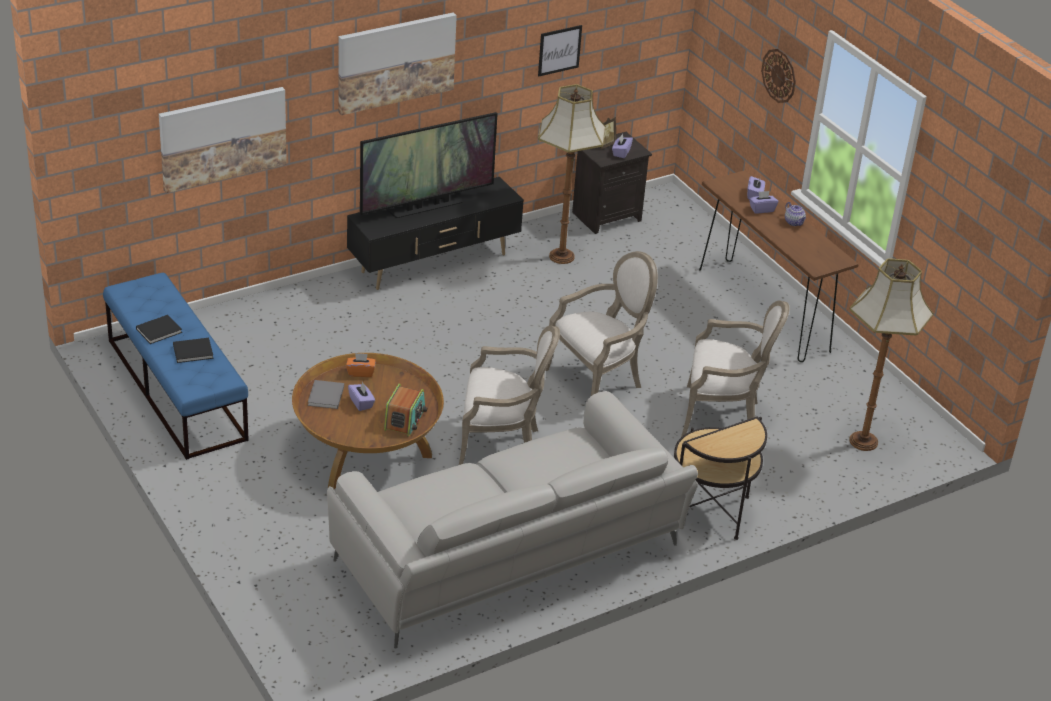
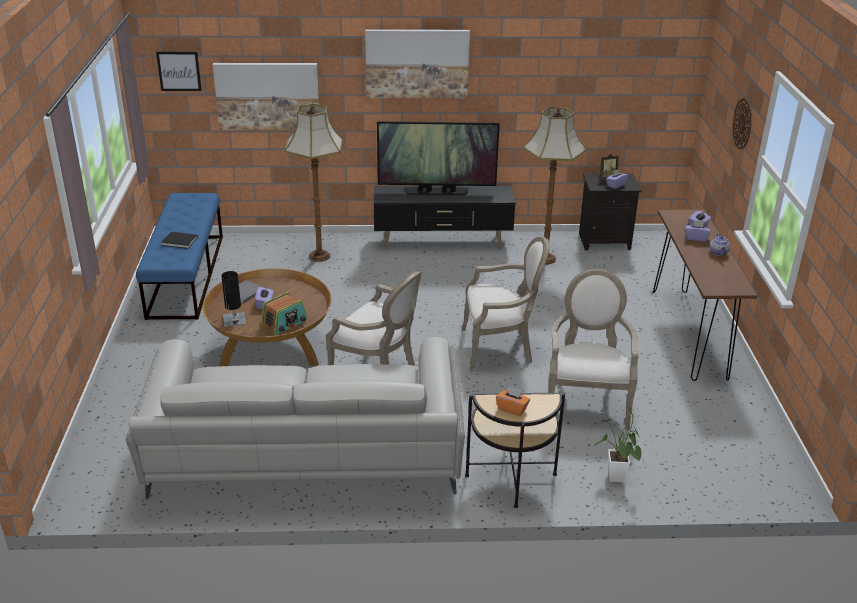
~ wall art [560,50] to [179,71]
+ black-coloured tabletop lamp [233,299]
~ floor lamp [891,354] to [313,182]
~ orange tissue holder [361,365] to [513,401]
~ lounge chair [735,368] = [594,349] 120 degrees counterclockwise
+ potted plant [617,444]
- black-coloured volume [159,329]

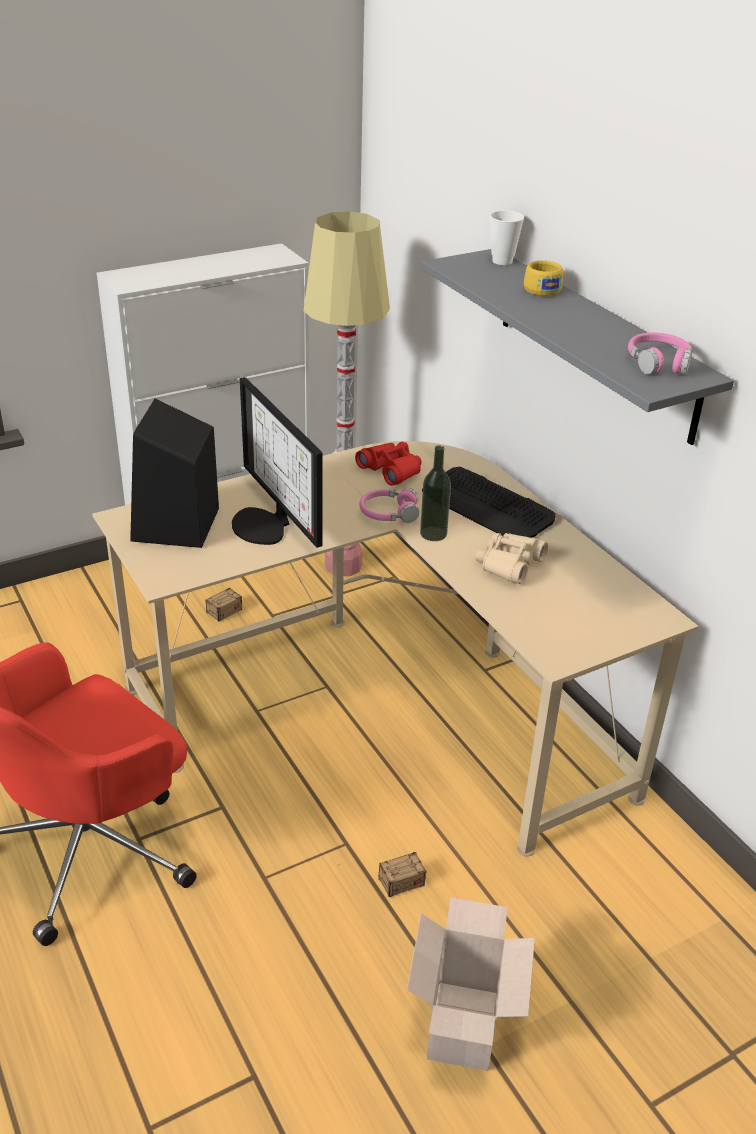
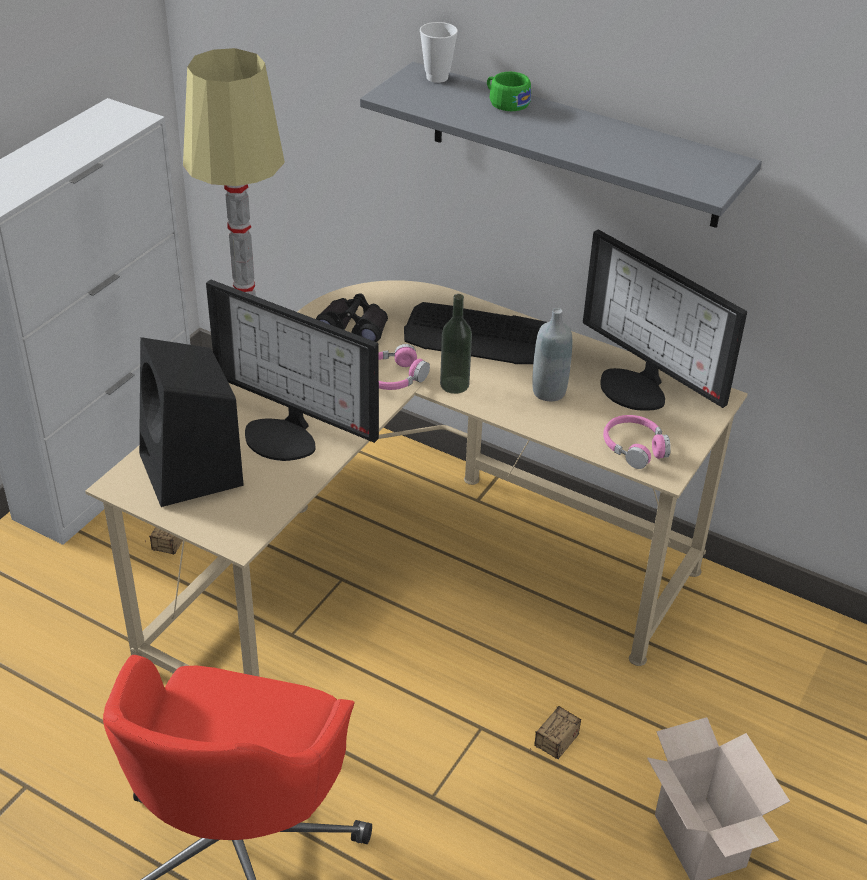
~ reddish field glasses [388,464] to black-coloured field glasses [352,318]
~ yellow-coloured small cup [543,278] to greenish small cup [509,91]
~ beige-coloured field glasses [512,558] to grey bottle [552,354]
+ computer screen [665,320]
~ pink pair of headphones [660,353] to [637,442]

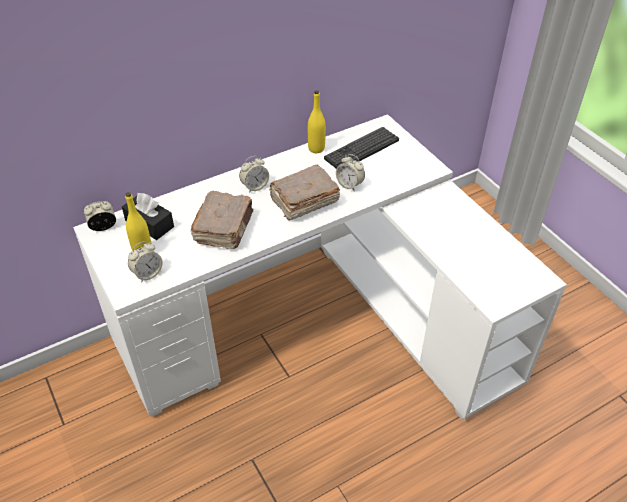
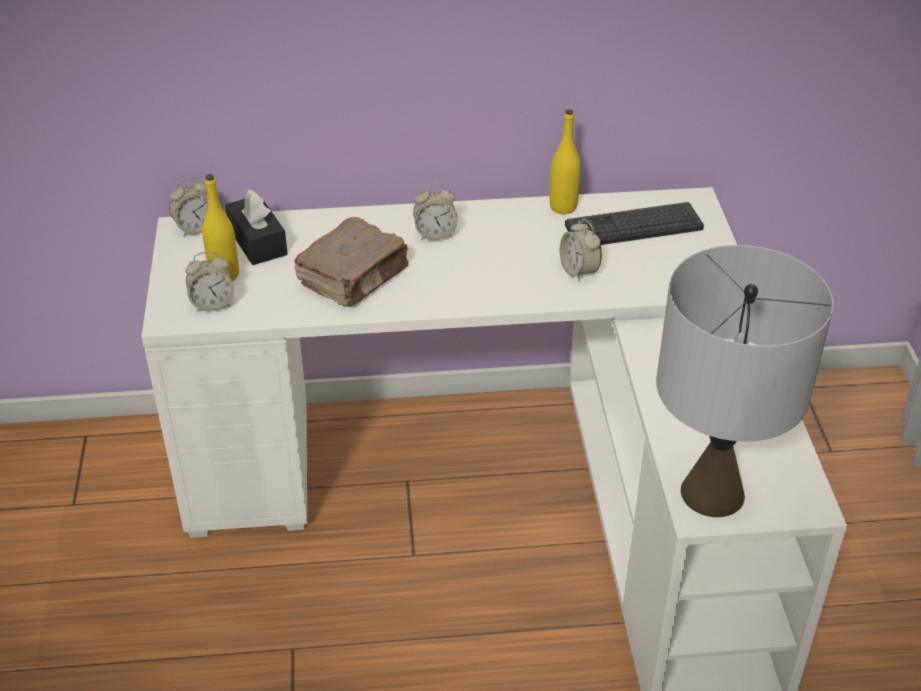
~ bedside clock [100,216] = [188,206] 150 degrees clockwise
+ grey tabletop lamp [744,381]
- brown volume [304,193]

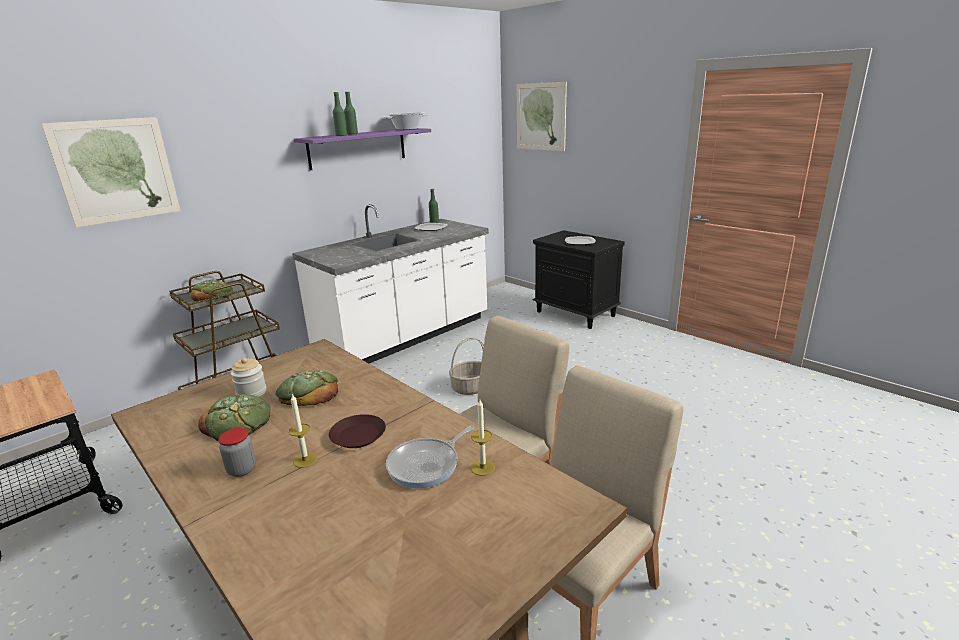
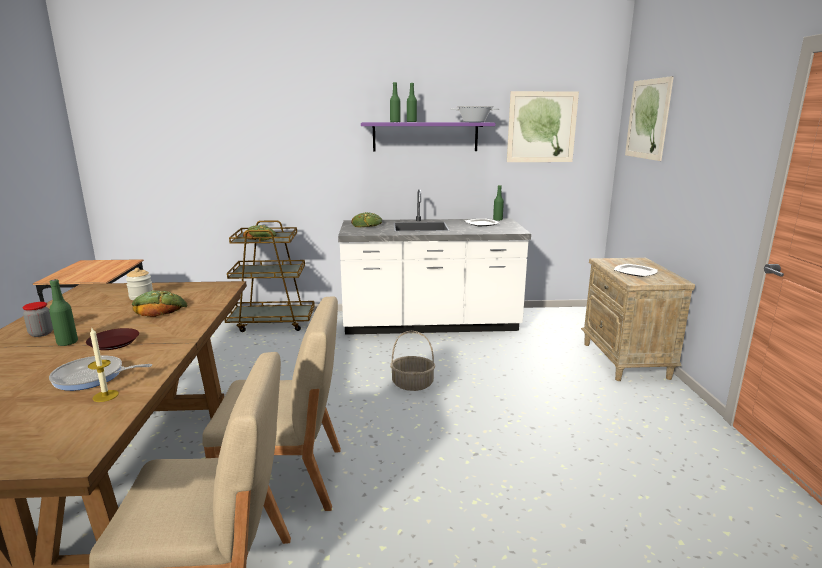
~ wax light [303,430] to greenish bottle [63,312]
~ baked bread [234,418] to [366,219]
~ wall art [111,172] to [543,126]
~ black-coloured night table [579,279] to beige-coloured night table [638,319]

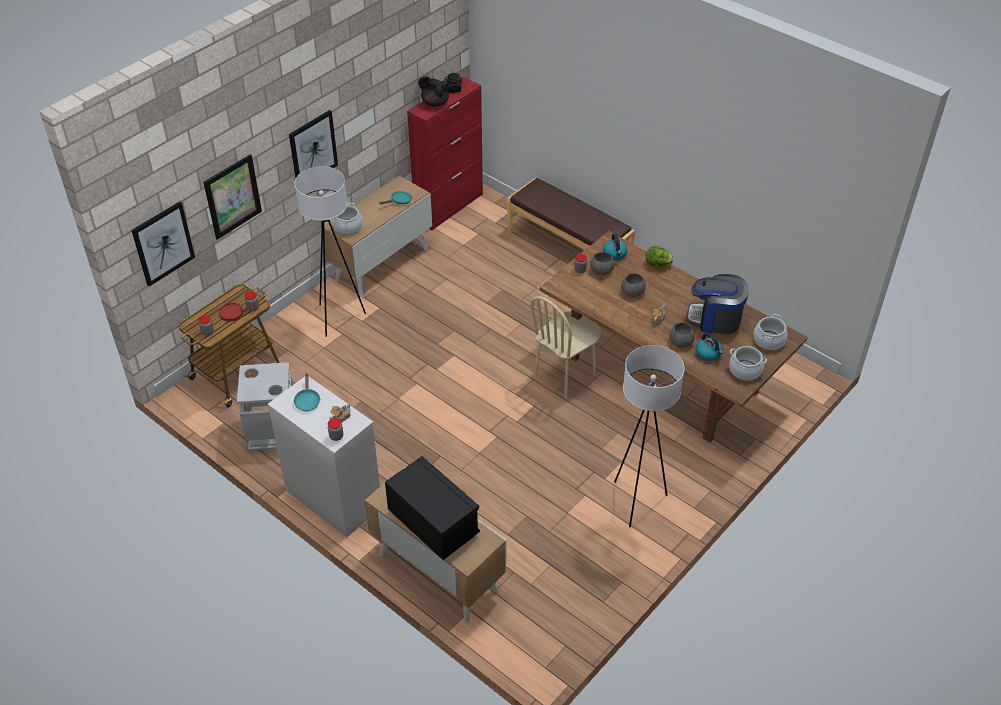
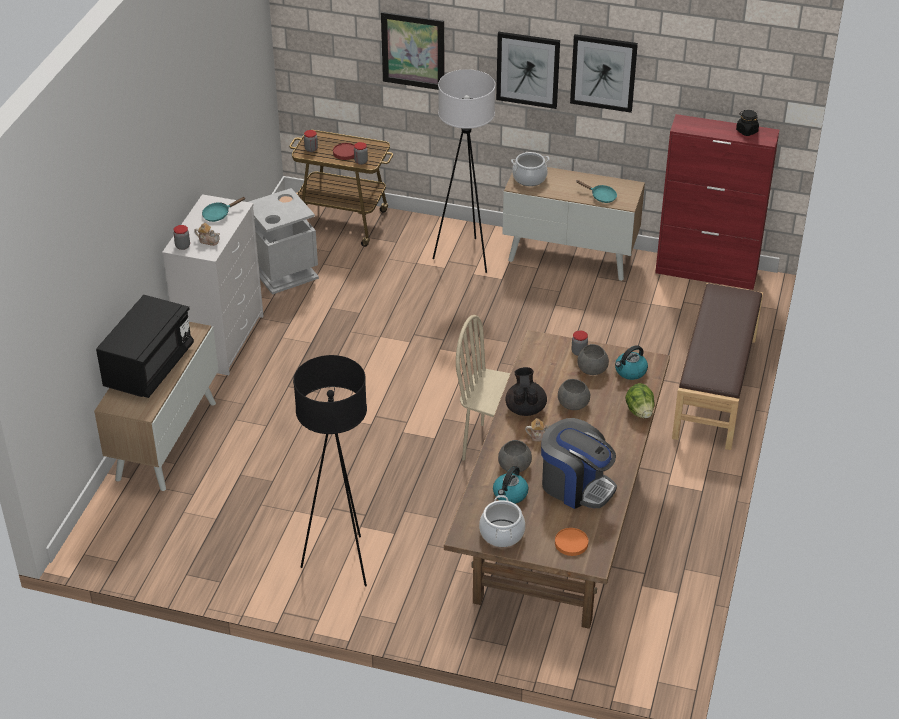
~ whitish floor lamp [649,436] to black-coloured floor lamp [330,471]
~ black-coloured tea pot [433,91] to [526,391]
~ coffee brewer [717,304] = [579,463] 135 degrees clockwise
~ stockpot [770,332] to orange dinner plate [571,542]
~ wall art [163,244] to [604,73]

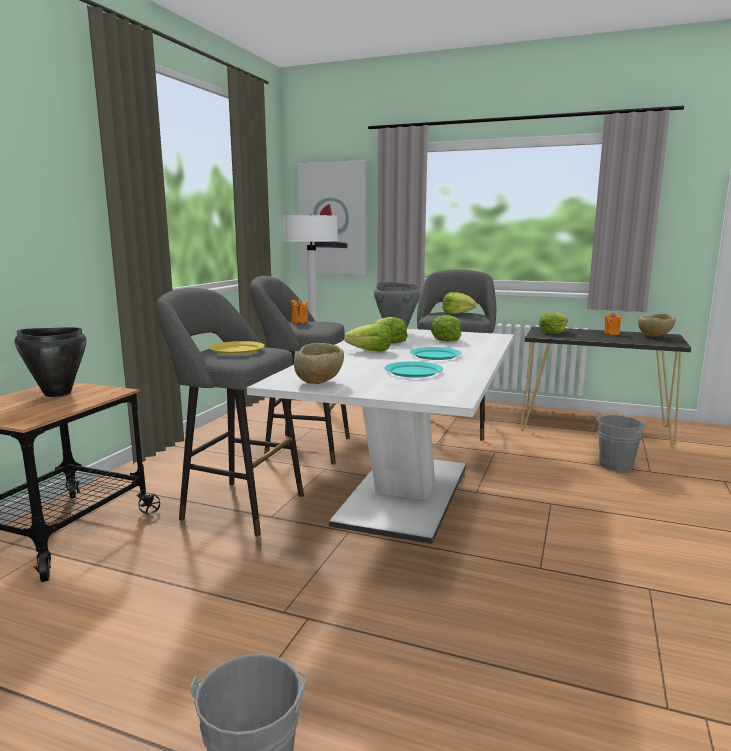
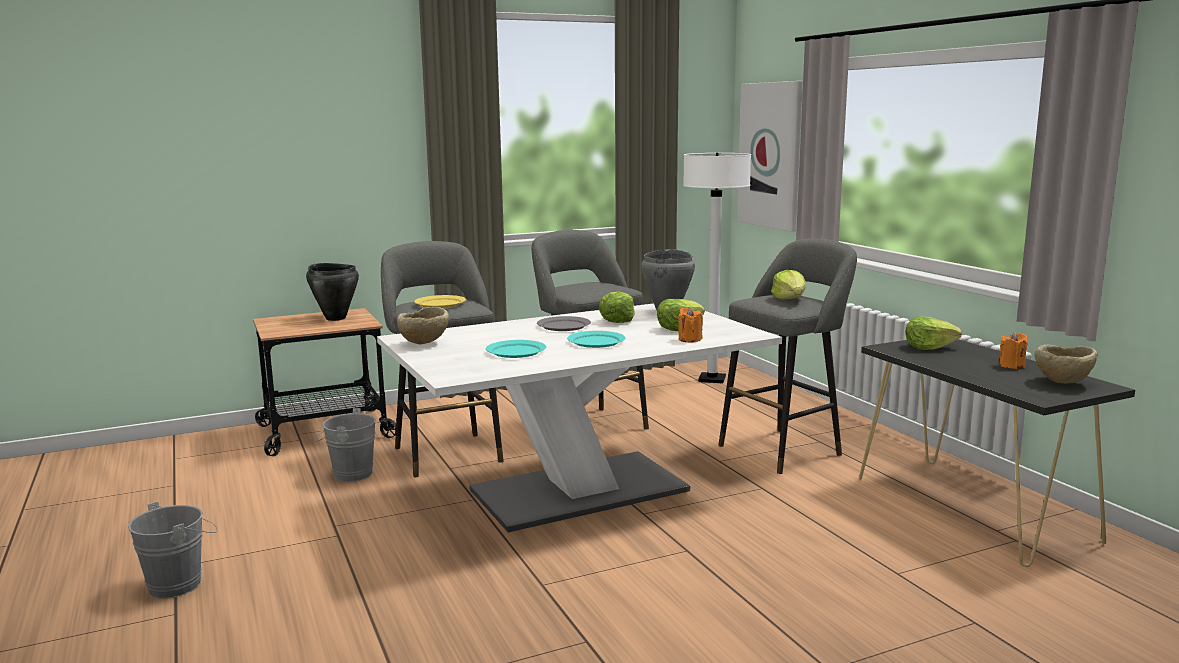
~ grey bucket [618,442] to [345,445]
~ lettuce [368,338] to grey dinner plate [564,323]
~ orange wax light [299,311] to [690,324]

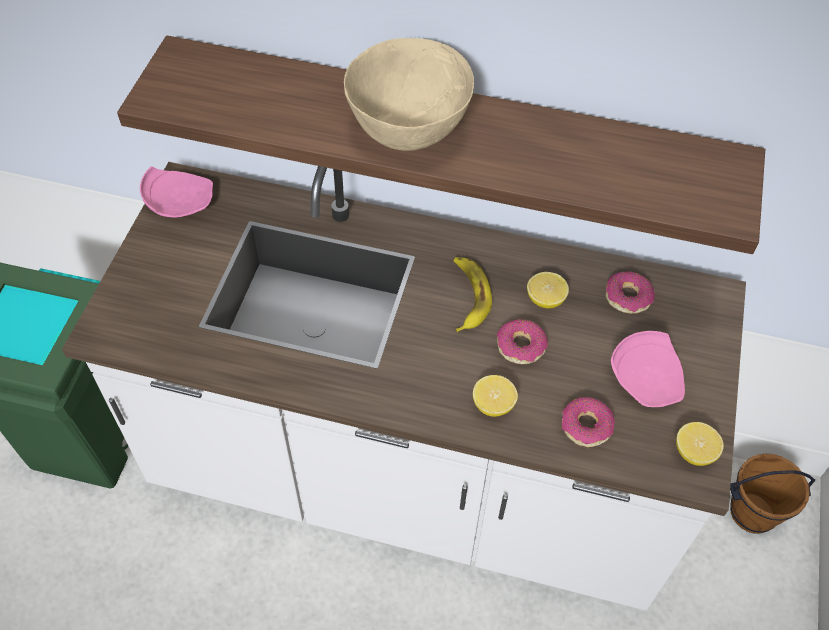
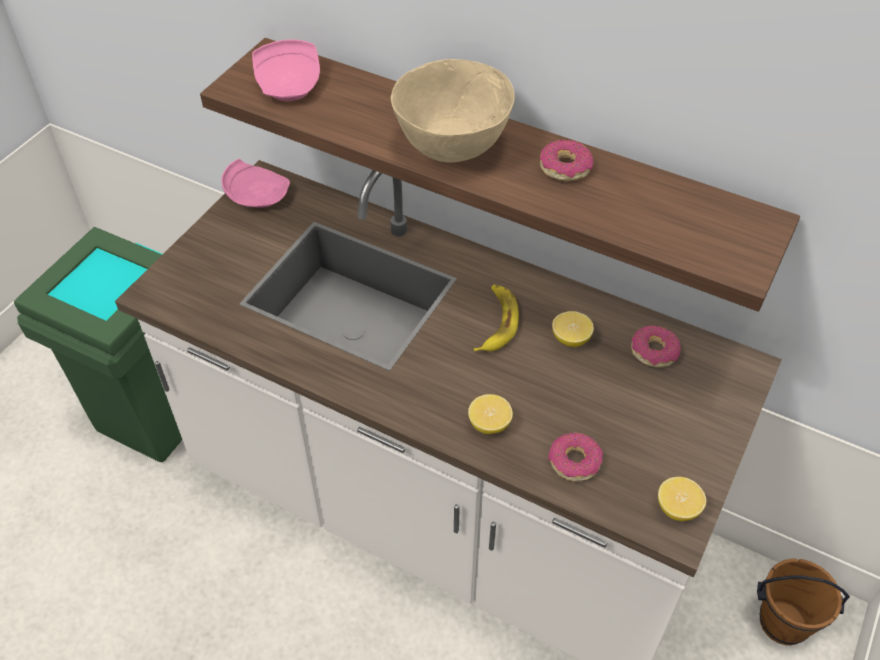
~ pink dinner plate [648,369] to [286,70]
~ doughnut [522,341] to [566,160]

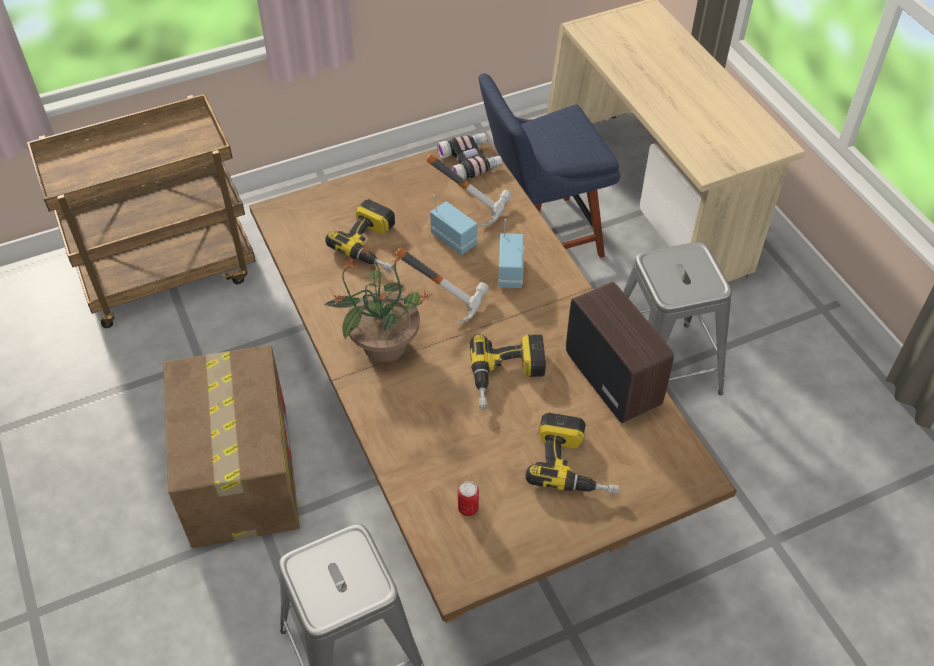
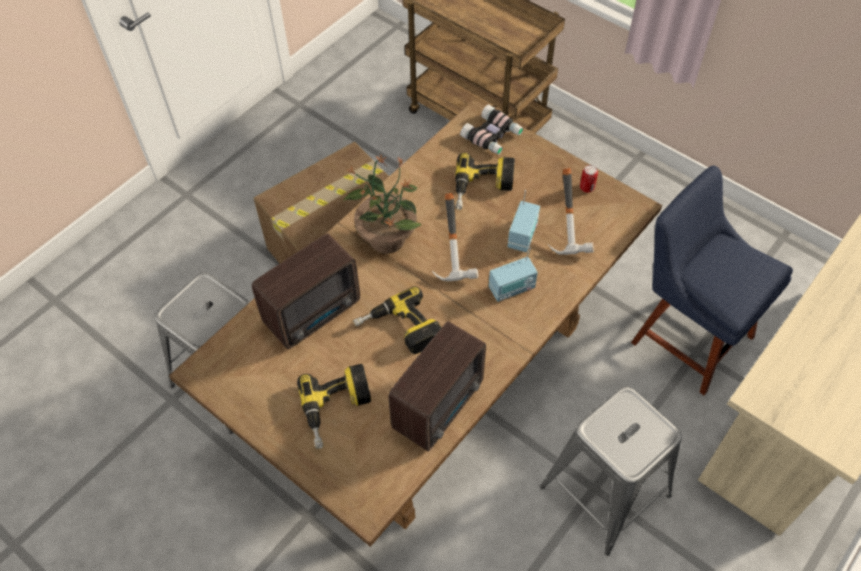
+ radio [306,291]
~ field glasses [470,156] to [491,130]
~ sealed can [468,498] to [589,179]

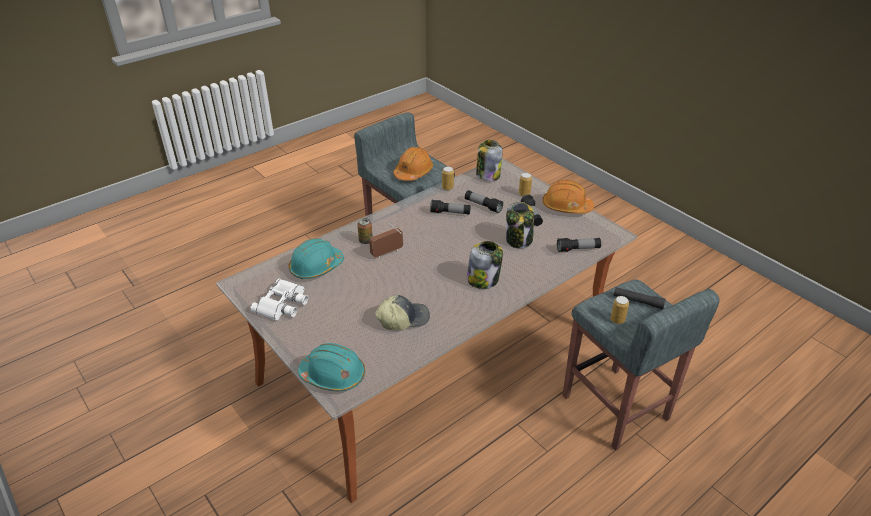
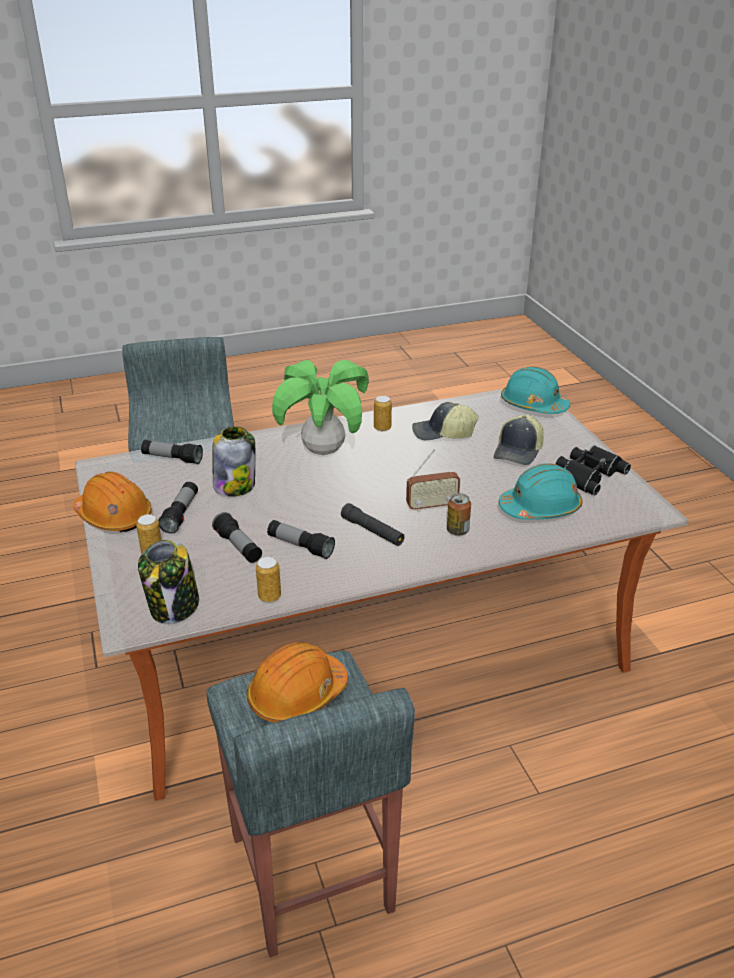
~ jar [485,265] to potted plant [320,407]
~ black-coloured torch [640,298] to [373,524]
~ sealed can [620,310] to [383,413]
+ cap [518,440]
~ whitish field glasses [279,300] to black-coloured field glasses [593,470]

